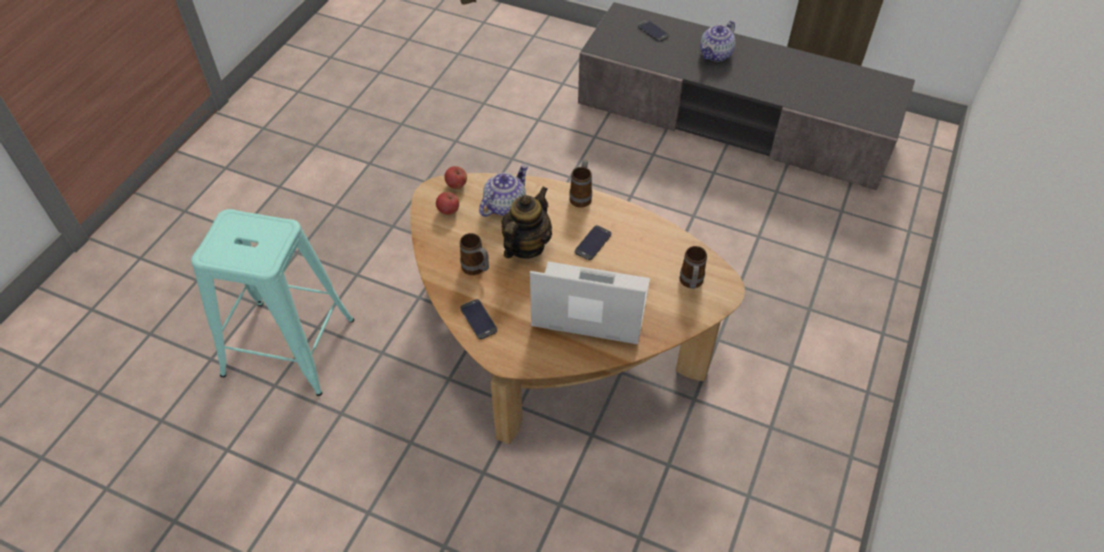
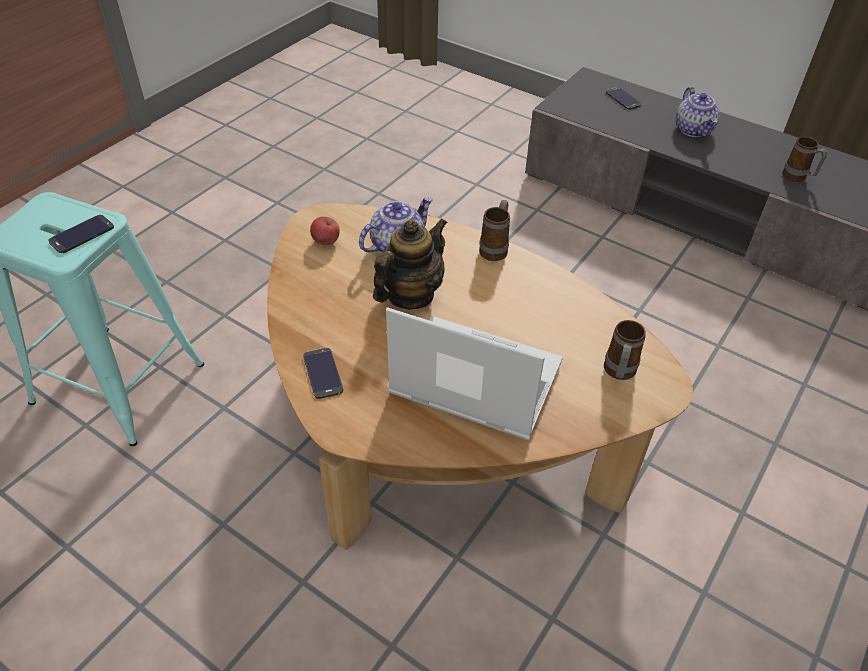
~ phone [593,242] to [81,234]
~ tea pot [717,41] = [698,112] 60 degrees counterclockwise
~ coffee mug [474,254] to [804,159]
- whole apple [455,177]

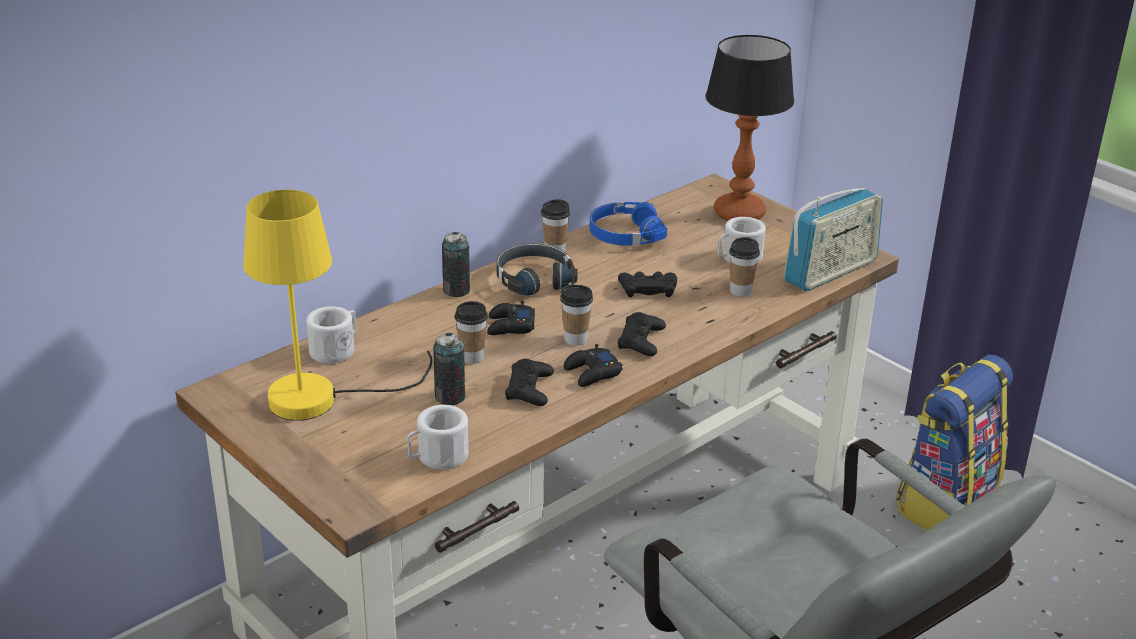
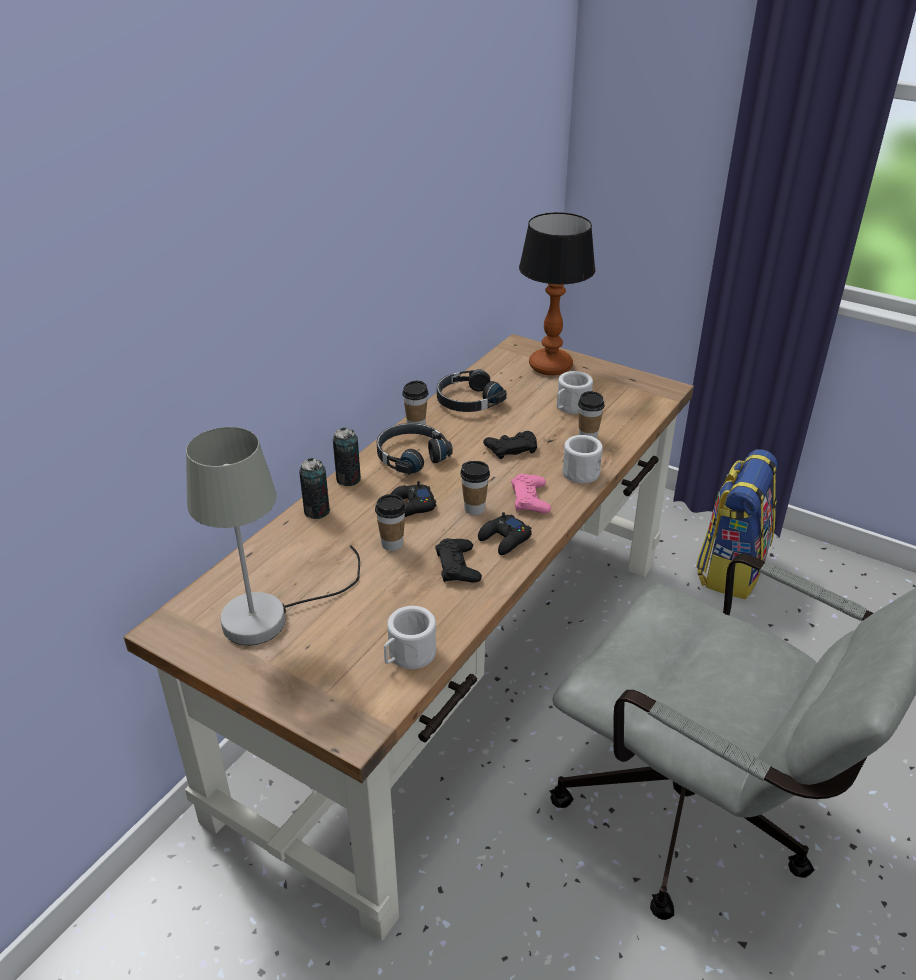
~ yellow-coloured tabletop lamp [337,305] to grey tabletop lamp [273,536]
~ sealed can [449,369] to [314,488]
~ bluish pair of headphones [628,224] to black-coloured pair of headphones [472,390]
~ black-coloured gamepad [642,334] to pink gamepad [531,494]
~ whitish coffee mug [331,335] to [582,459]
- radio [833,239]

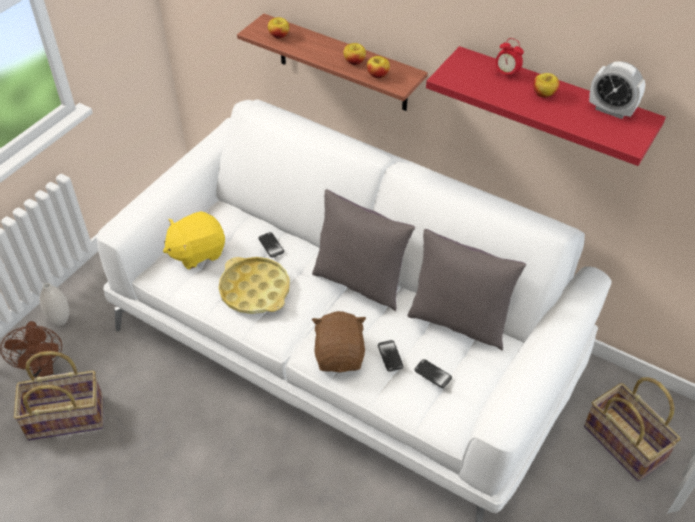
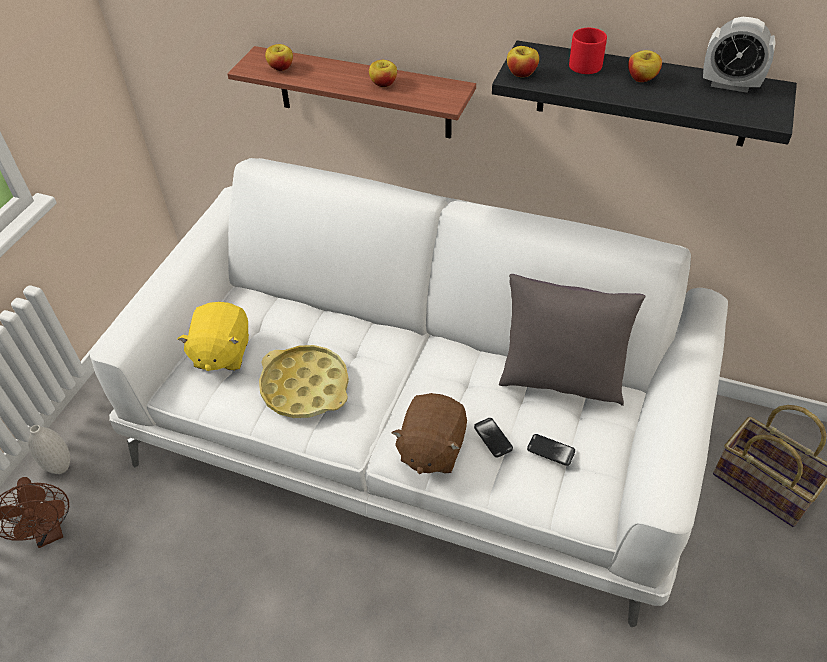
~ yellow-coloured cuddly toy [194,240] = [213,336] 45 degrees counterclockwise
~ brown cuddly toy [339,342] = [429,433] 150 degrees counterclockwise
~ reddish bracket shelf [546,106] to black-coloured bracket shelf [644,93]
~ whole apple [378,67] to [523,61]
~ bedside clock [509,59] to reddish coffee mug [588,51]
- basket [58,396]
- phone [271,245]
- grey throw pillow [363,250]

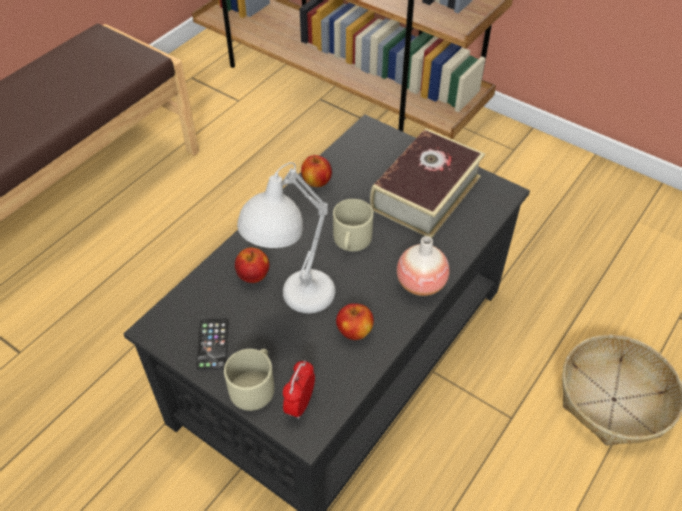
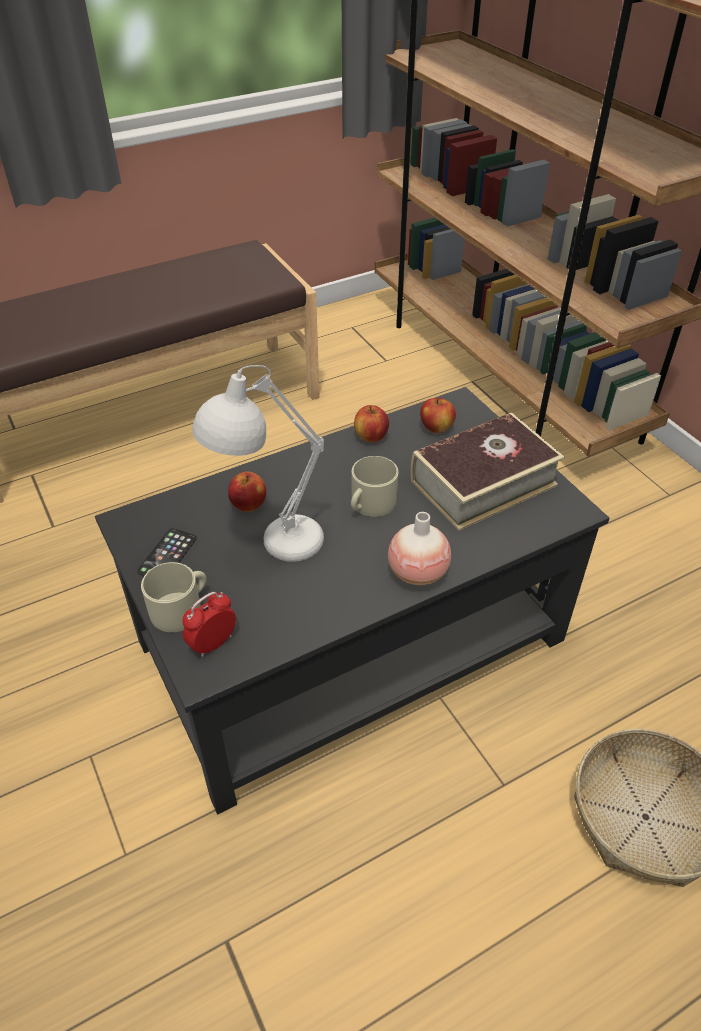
~ whole apple [355,321] to [438,415]

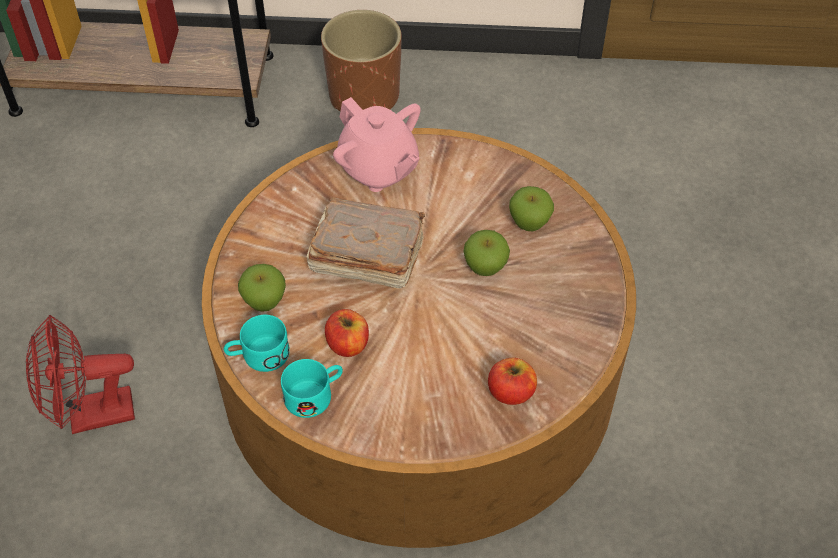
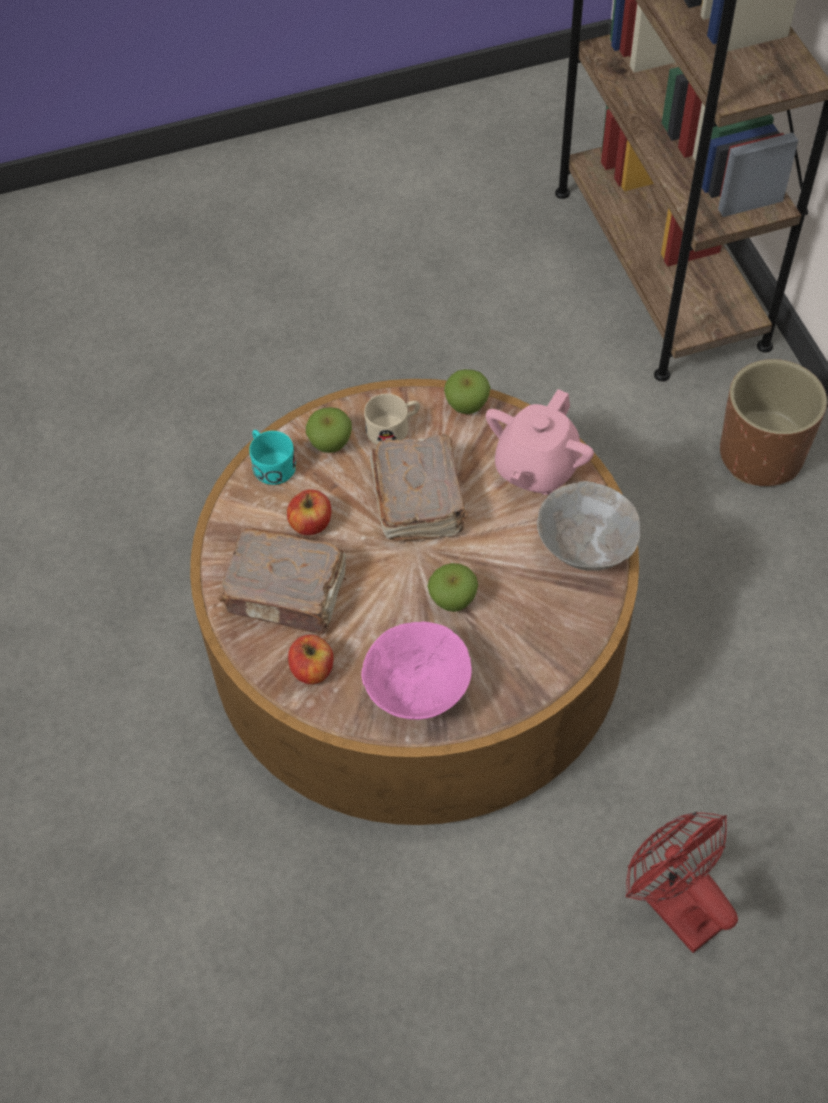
+ brown volume [282,581]
+ pink serving bowl [416,671]
+ beige-coloured coffee mug [392,419]
~ whole apple [531,209] to [467,391]
+ grey serving bowl [589,526]
~ reddish electric fan [80,374] to [682,882]
- turquoise-coloured coffee mug [312,388]

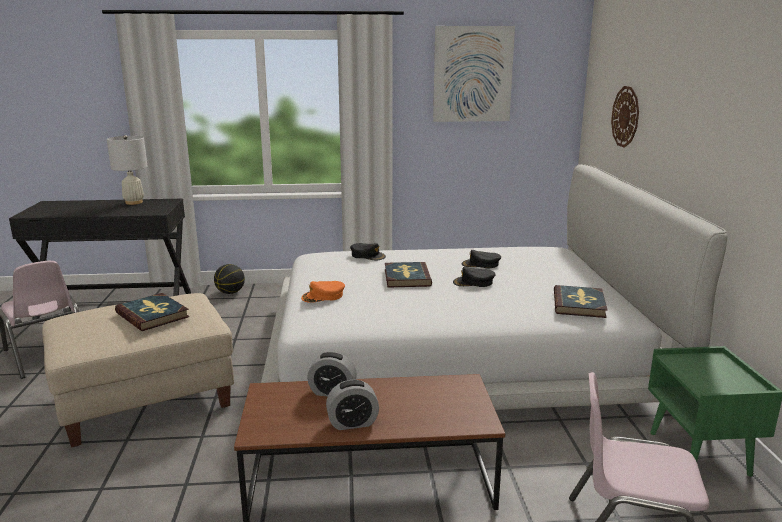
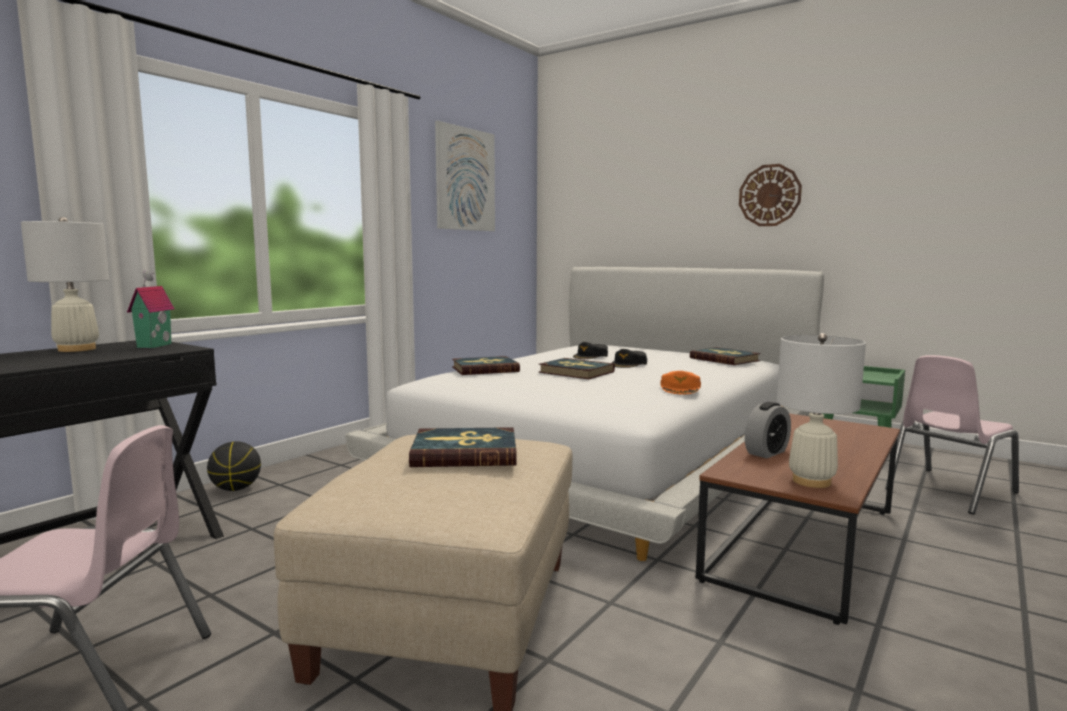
+ model house [150,309]
~ black-coloured cap [368,251] to volume [486,365]
~ orange cap [323,292] to [680,382]
~ clock on the wall [625,117] to [770,195]
+ whitish tabletop lamp [821,410]
- bedside clock [352,405]

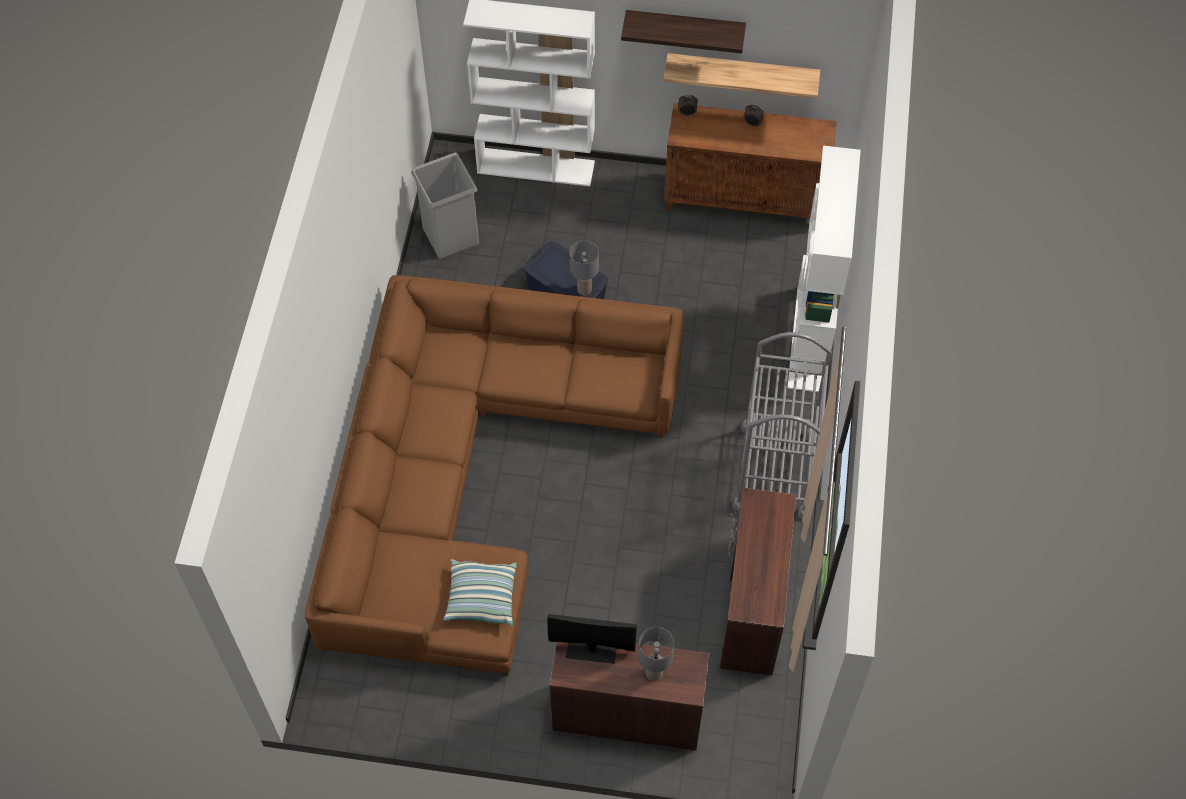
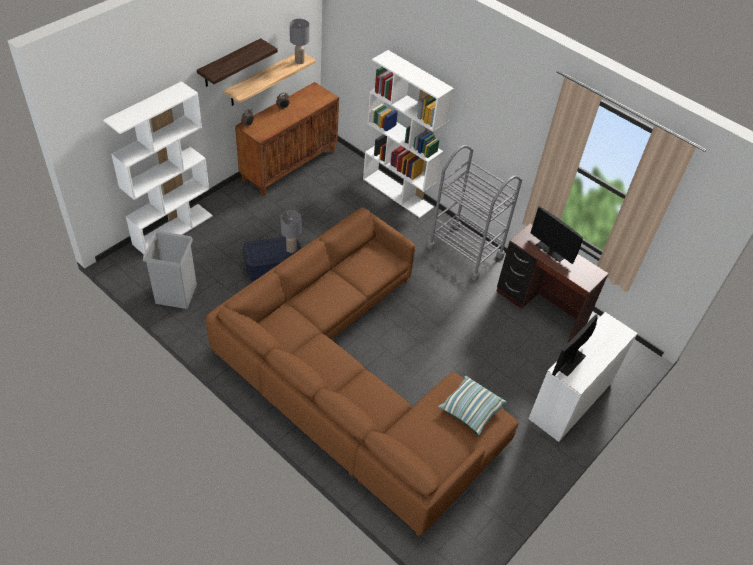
~ grey tabletop lamp [656,654] to [300,41]
~ brown desk table [629,696] to whitish desk table [583,377]
+ computer screen [556,235]

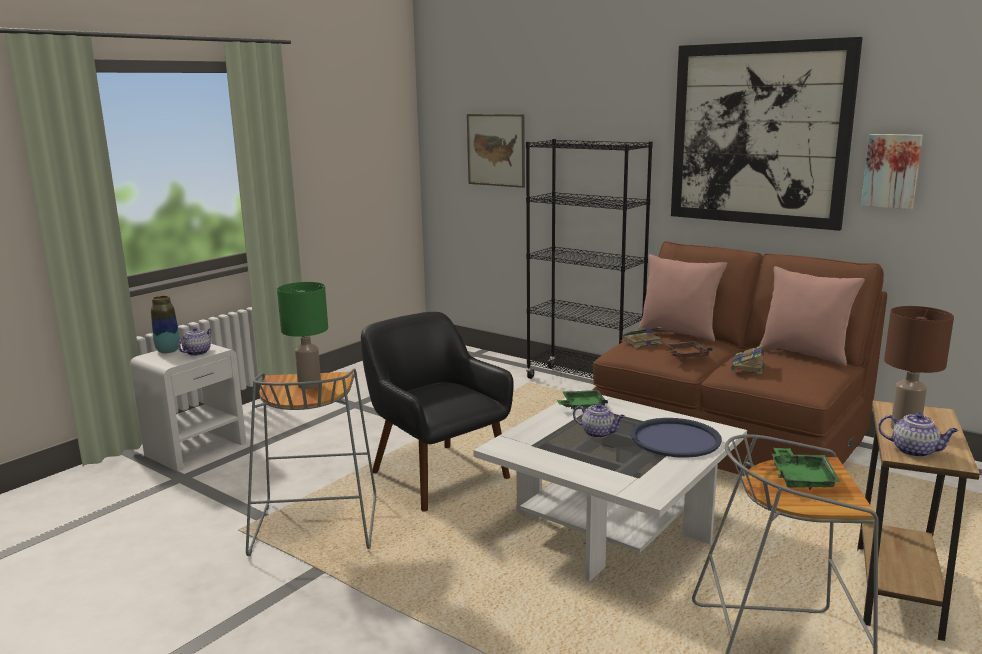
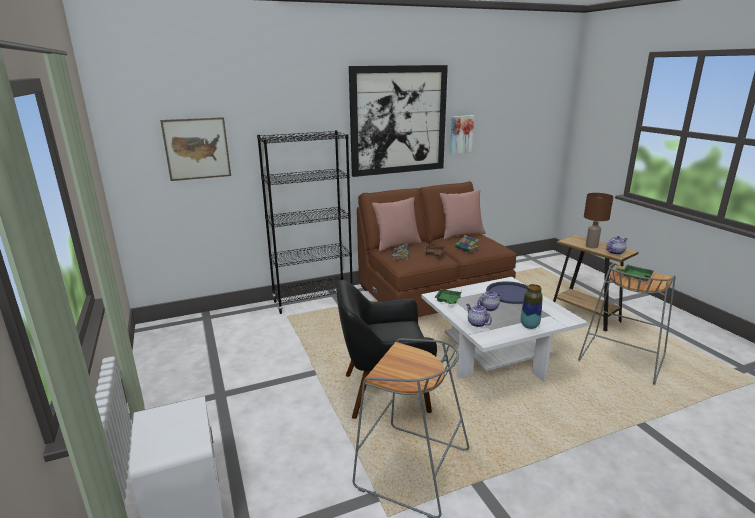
~ tea pot [195,341] to [479,315]
~ vase [165,324] to [532,306]
- greenish tabletop lamp [302,335]

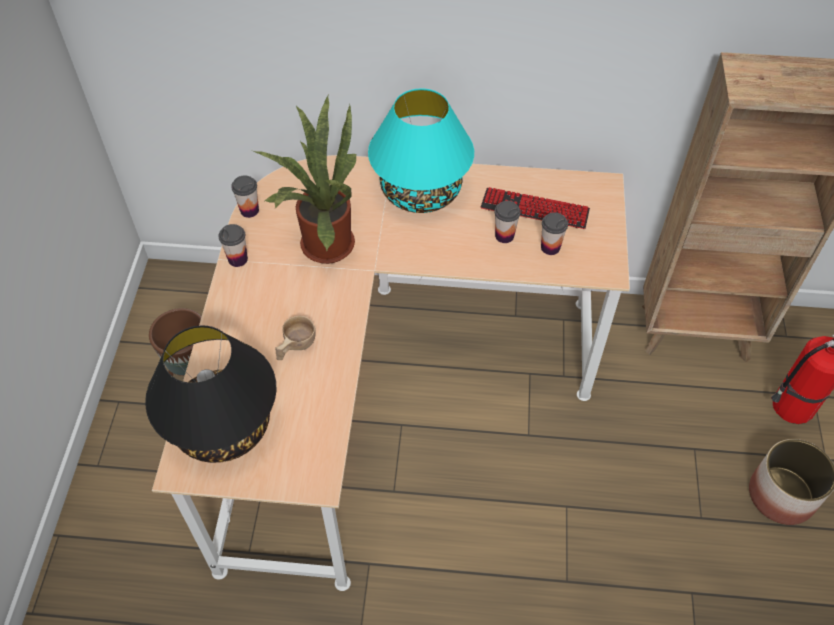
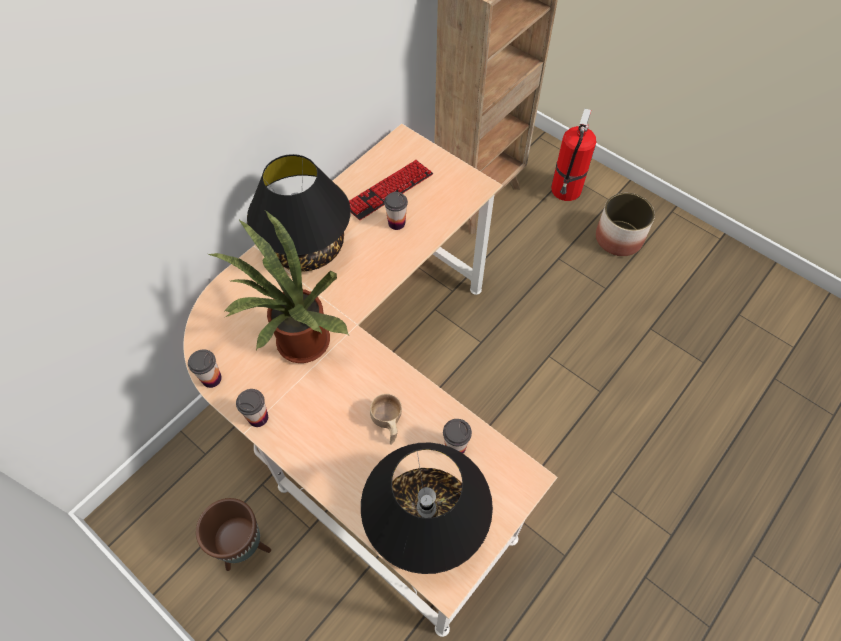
~ turquoise-coloured tabletop lamp [421,150] to black-coloured tabletop lamp [299,212]
~ small cup [554,233] to [457,436]

